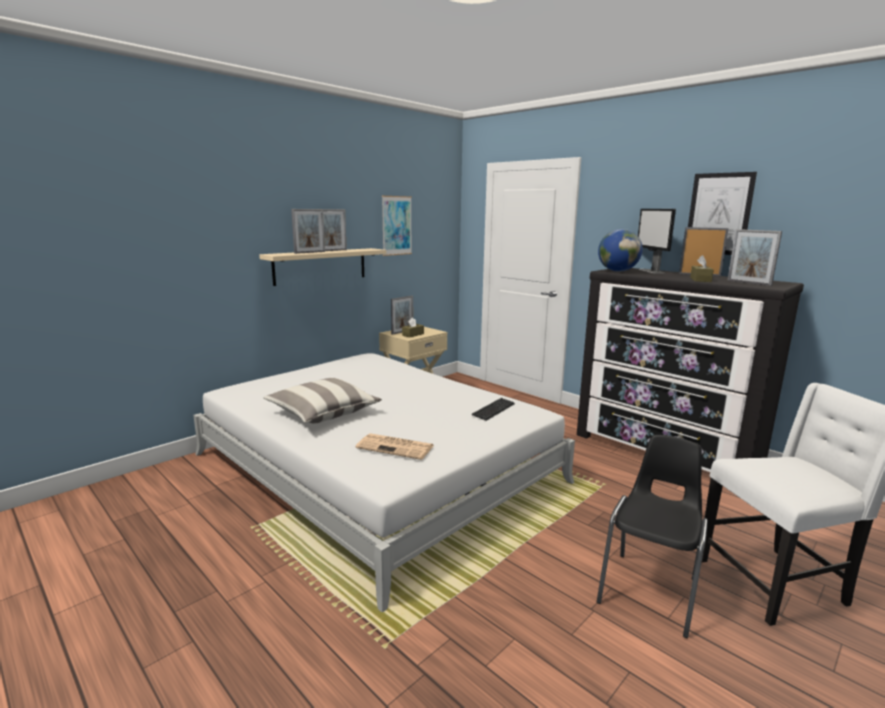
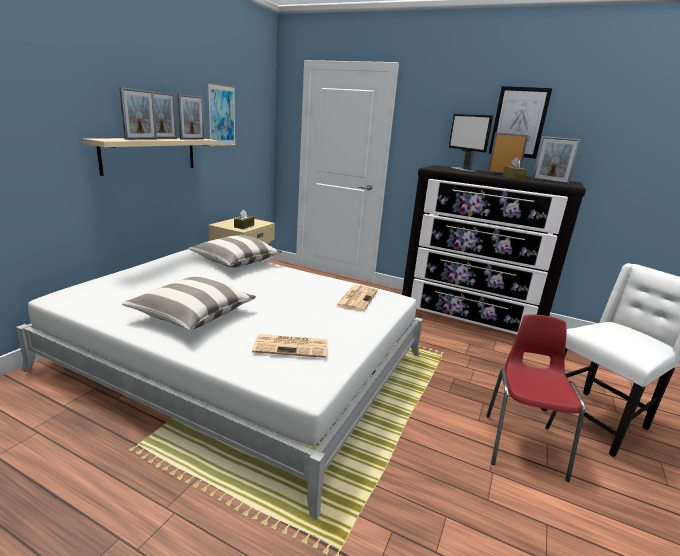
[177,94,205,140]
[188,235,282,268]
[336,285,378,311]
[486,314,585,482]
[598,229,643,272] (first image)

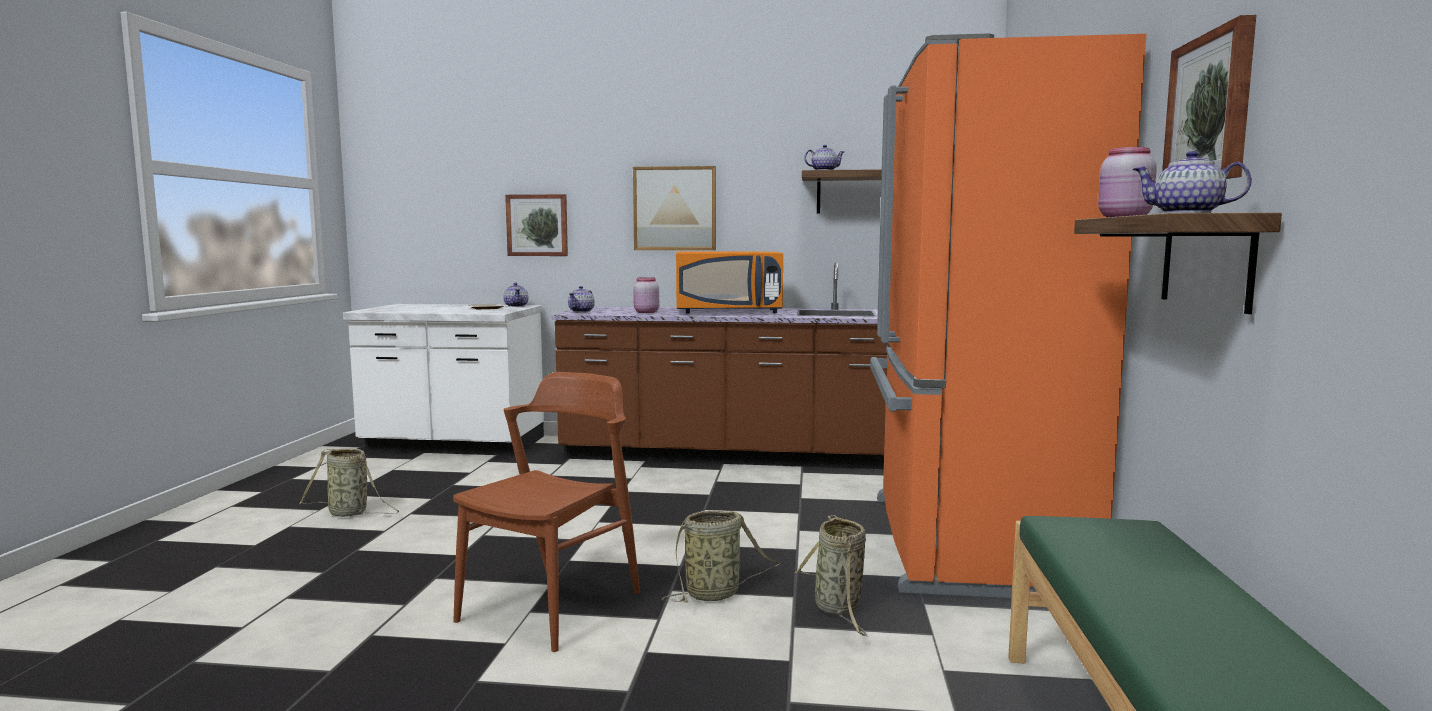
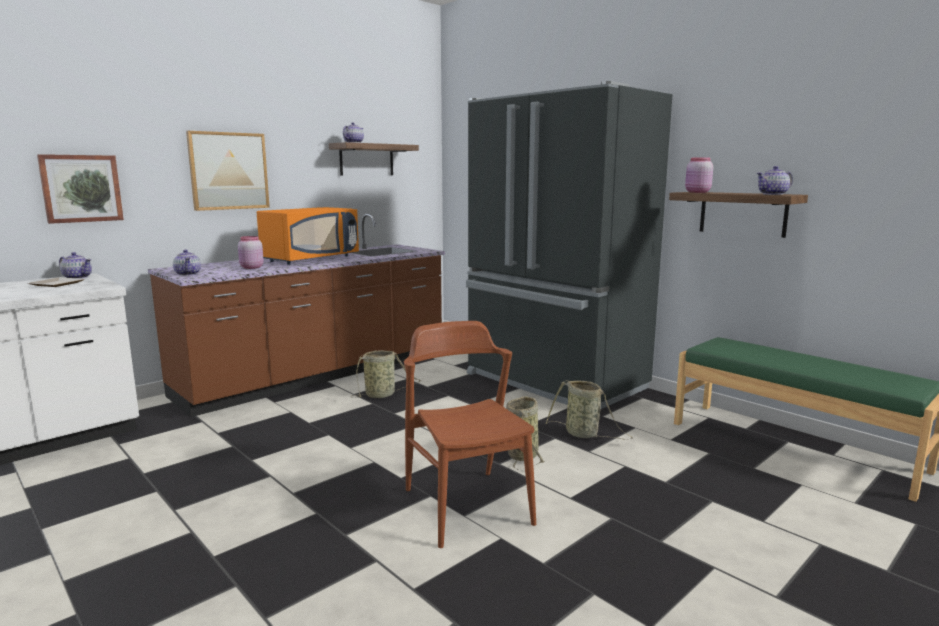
[350,350,421,398]
[466,81,673,409]
[1162,15,1256,179] (first image)

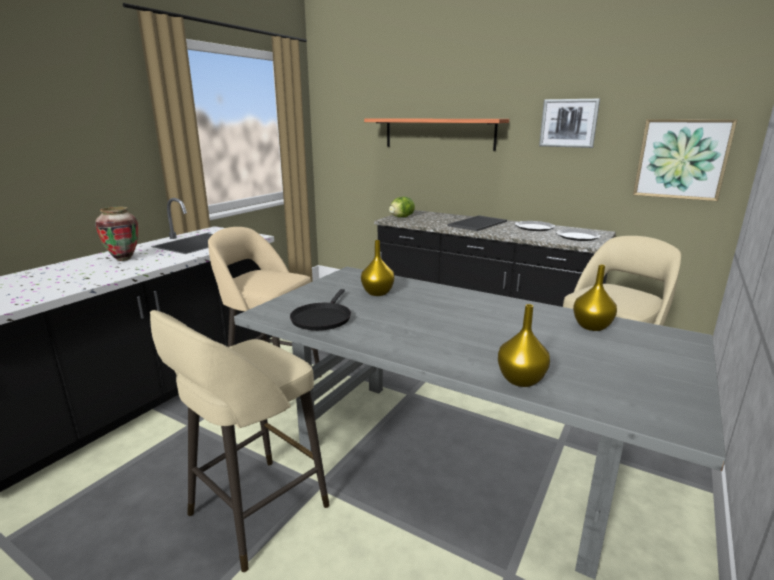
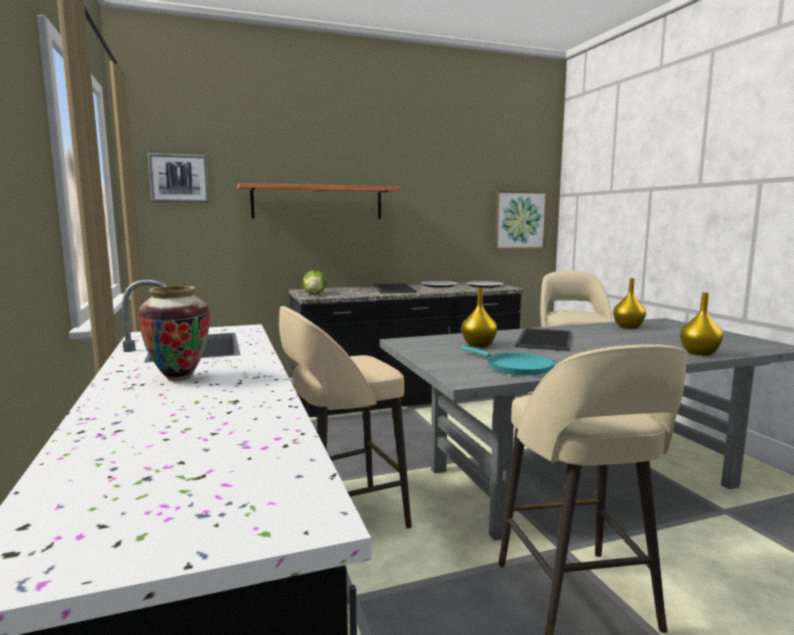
[147,153,209,203]
[461,346,555,375]
[515,328,571,351]

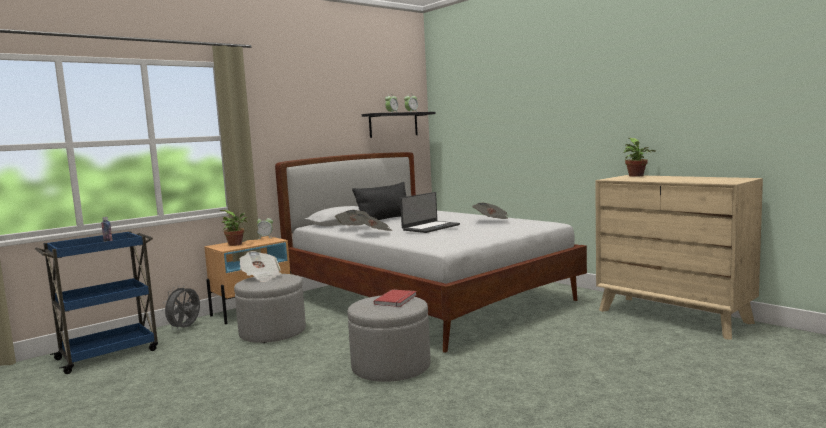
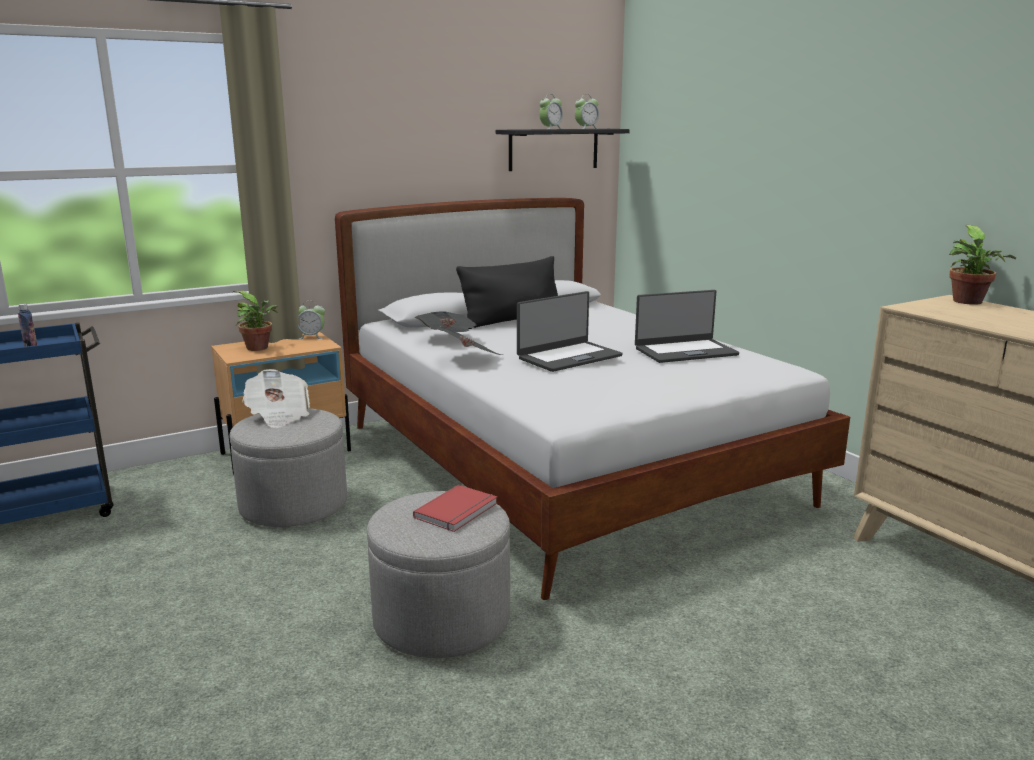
[635,290,739,363]
[161,285,200,330] (first image)

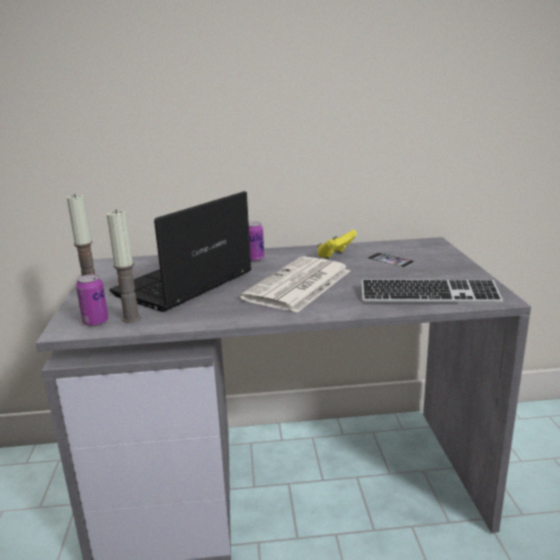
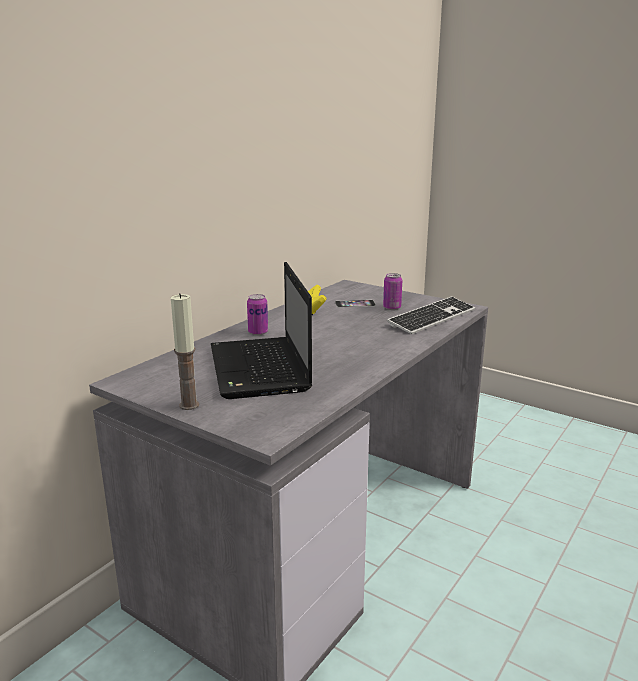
[383,273,402,310]
[107,209,141,323] (first image)
[240,257,350,313] (first image)

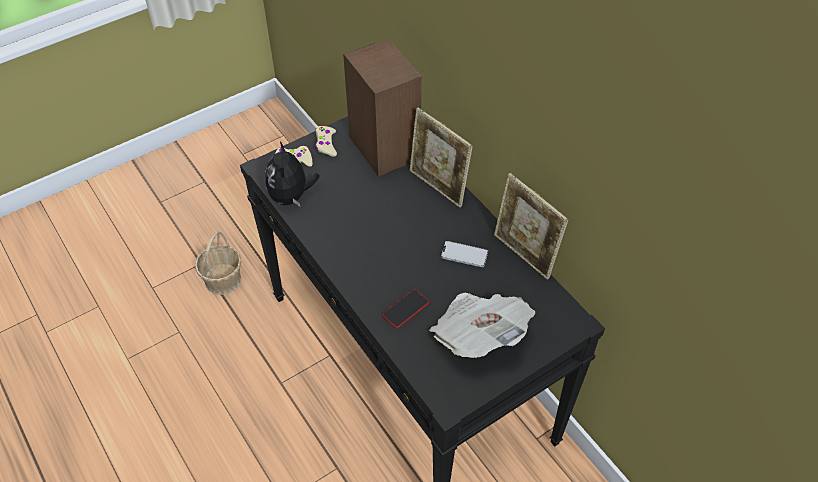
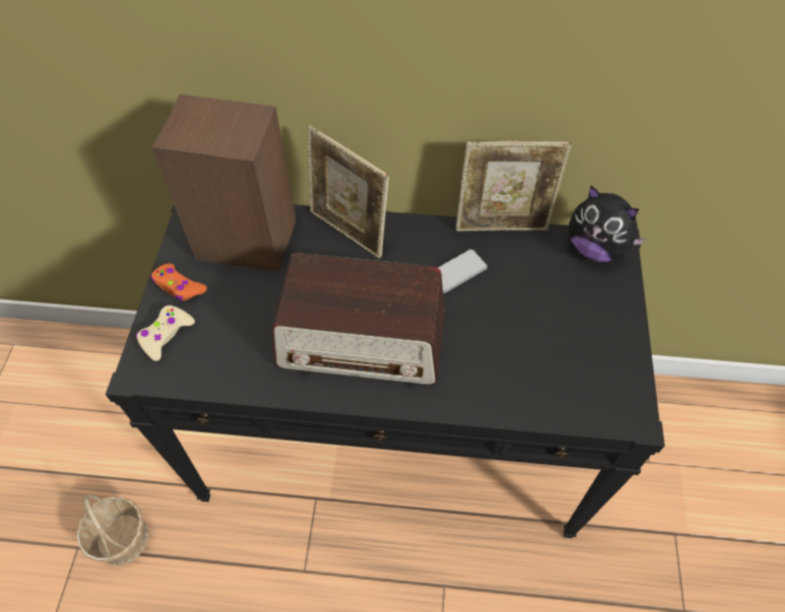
[151,263,207,301]
[272,253,444,385]
[308,125,389,259]
[569,185,646,262]
[382,289,429,328] (first image)
[429,293,535,358] (first image)

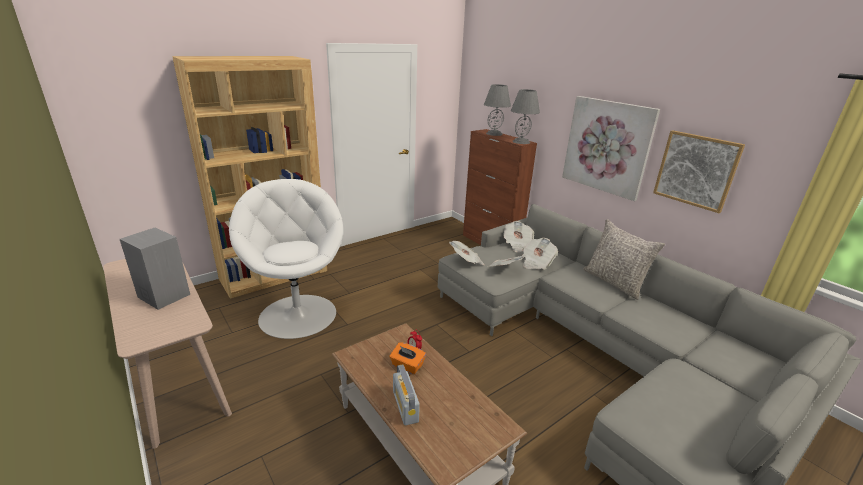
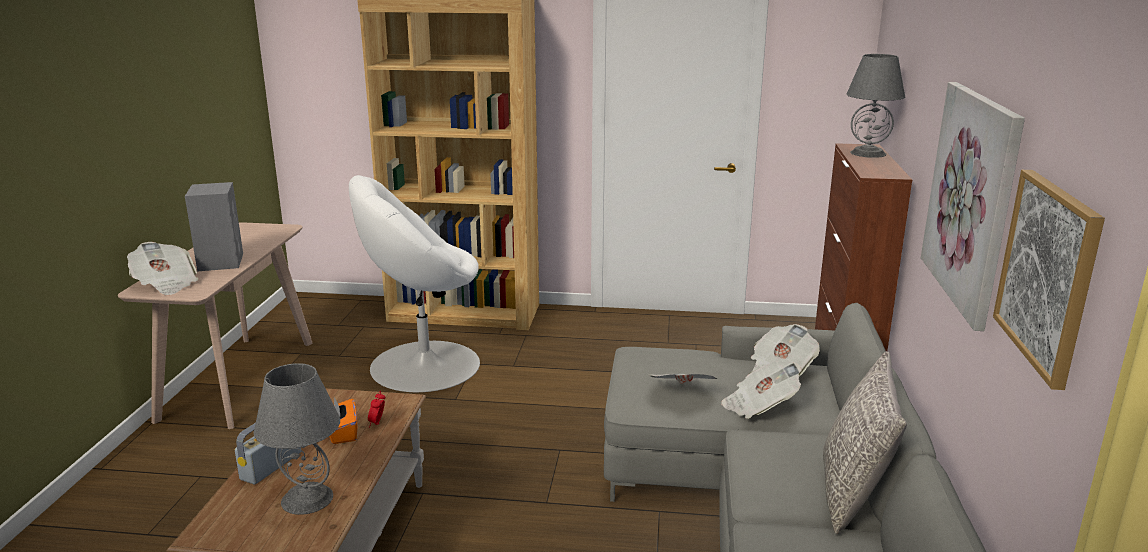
[127,242,198,295]
[254,363,340,515]
[349,175,480,392]

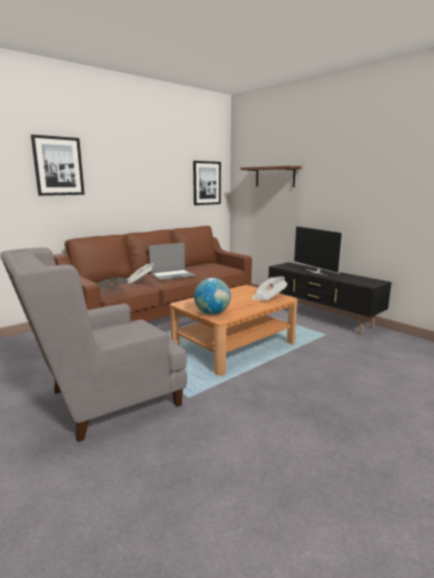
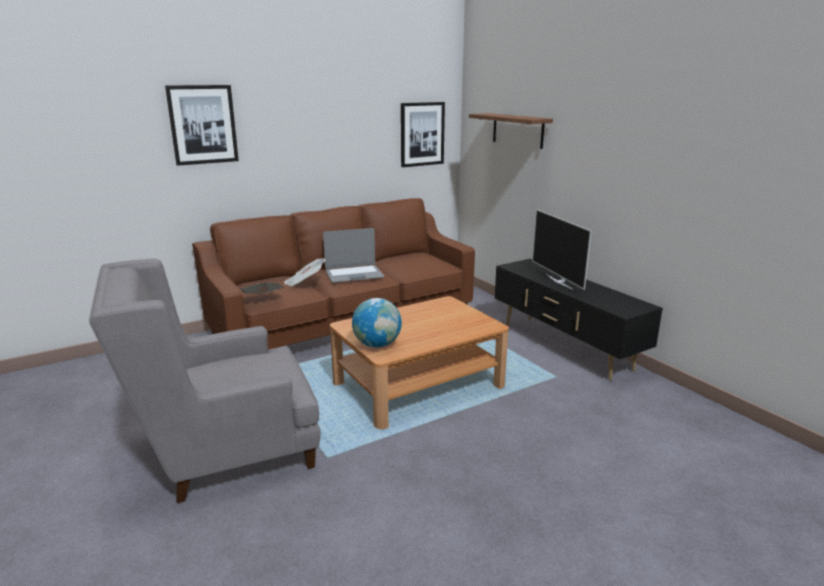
[252,276,287,301] (first image)

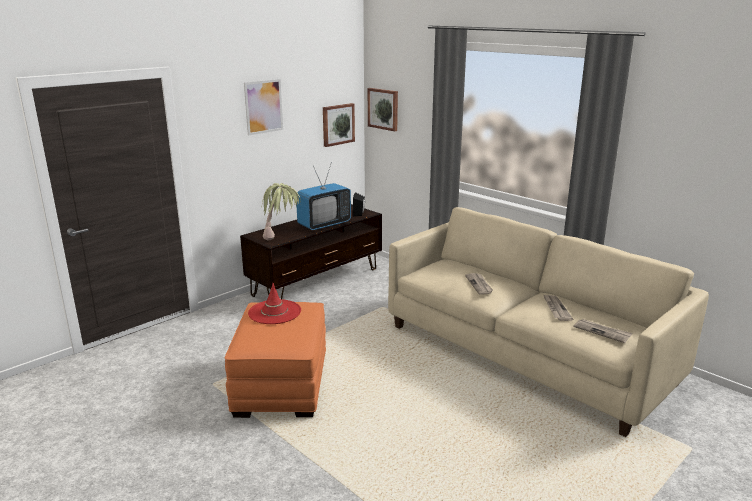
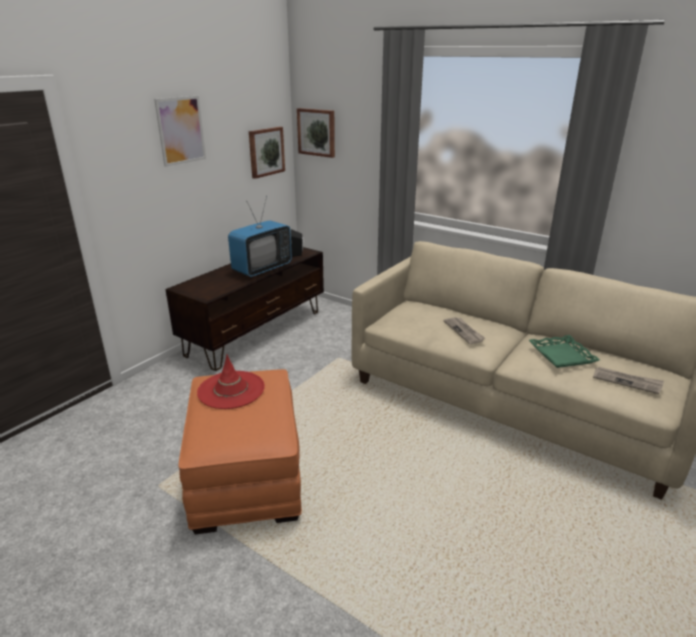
[529,335,600,368]
[261,183,301,240] (first image)

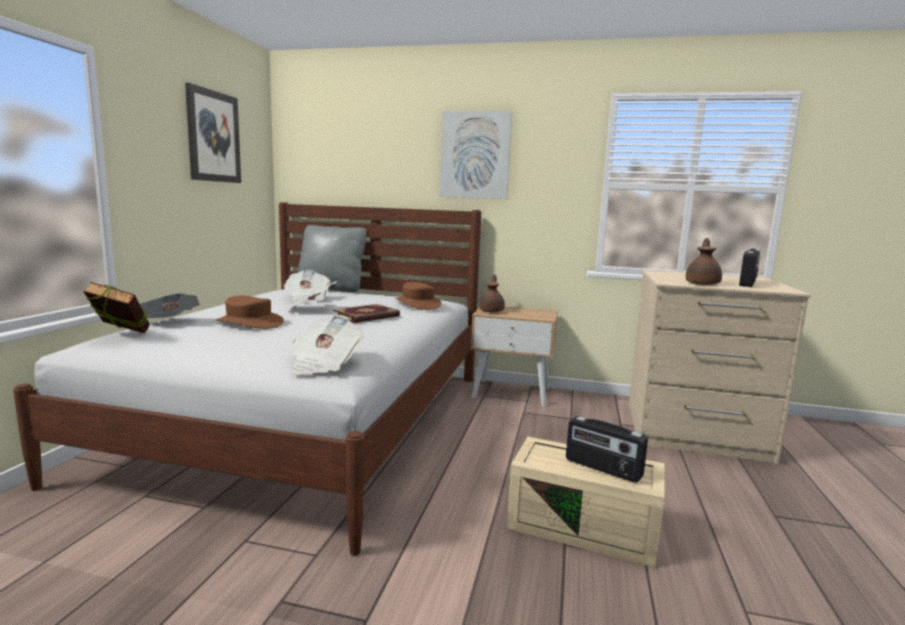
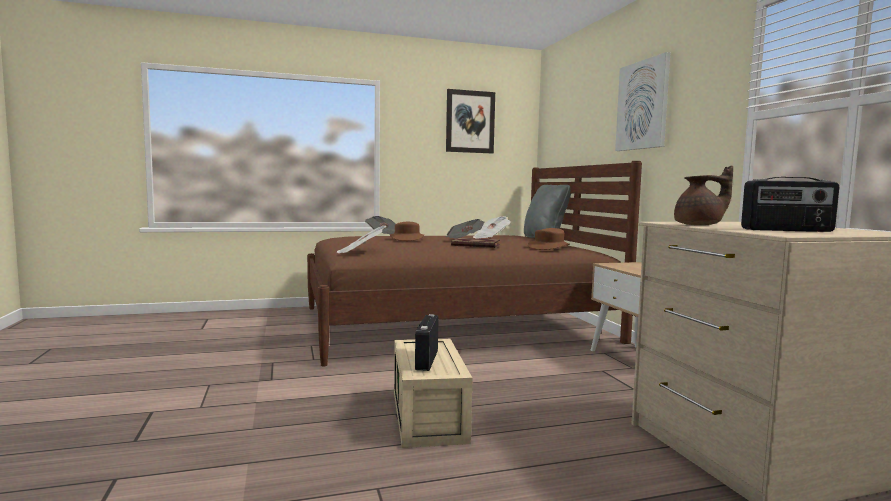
[307,161,642,367]
[83,282,150,333] (first image)
[479,275,505,312] (first image)

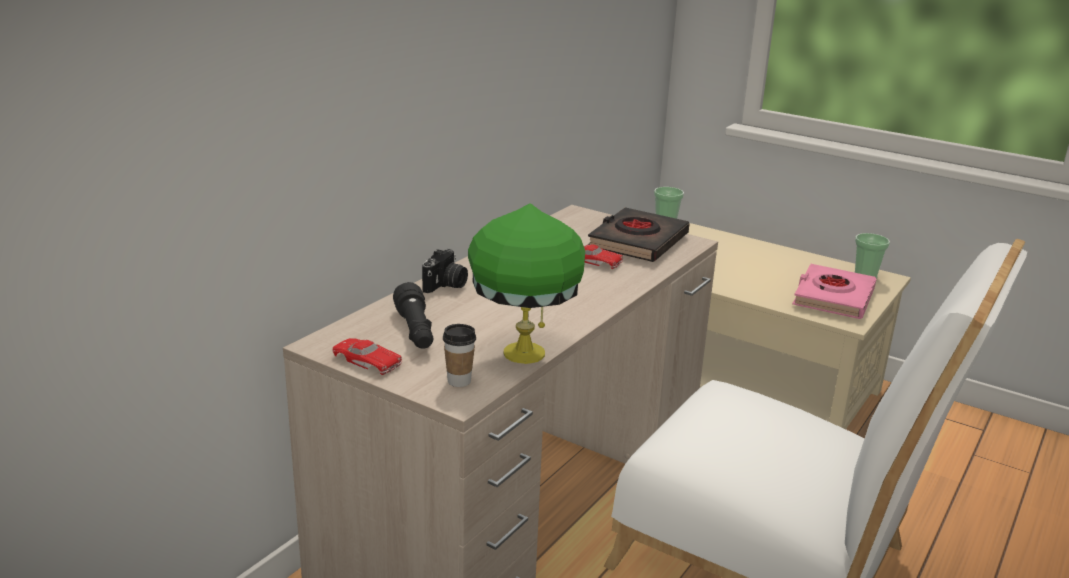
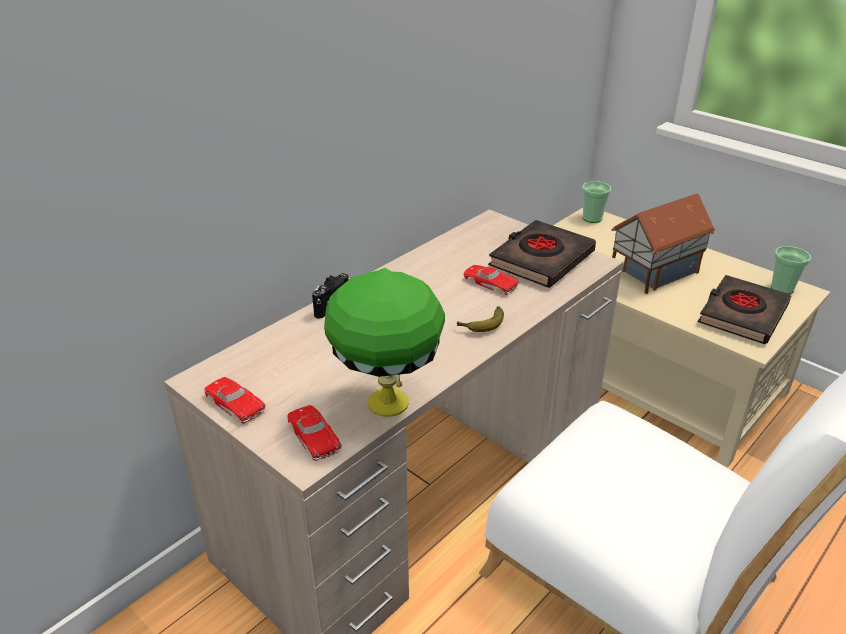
[287,405,342,461]
[456,306,504,332]
[611,194,716,294]
[698,275,791,344]
[393,282,433,349] (first image)

